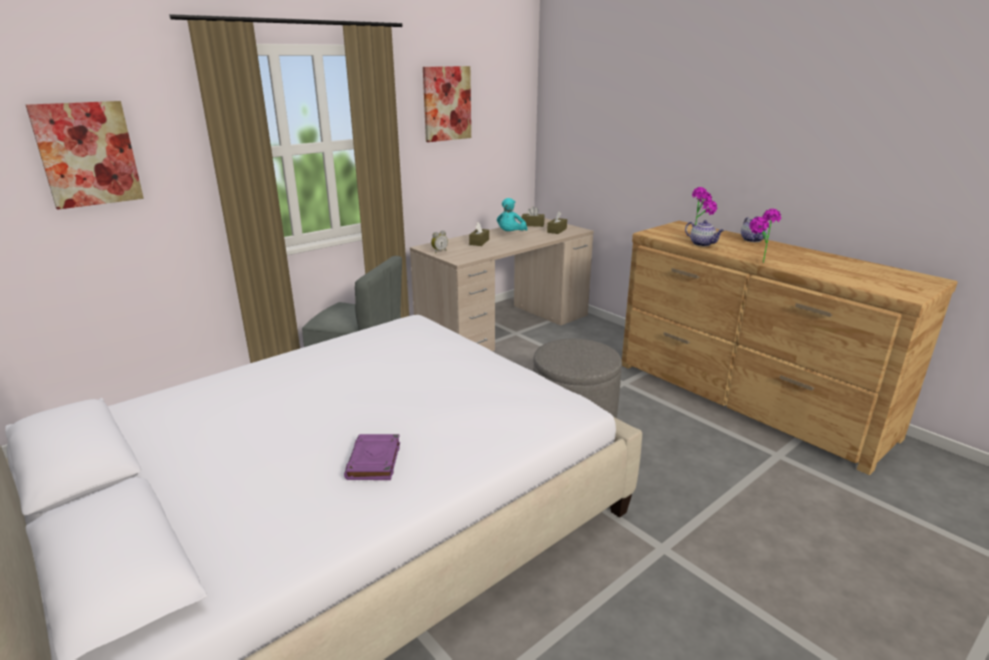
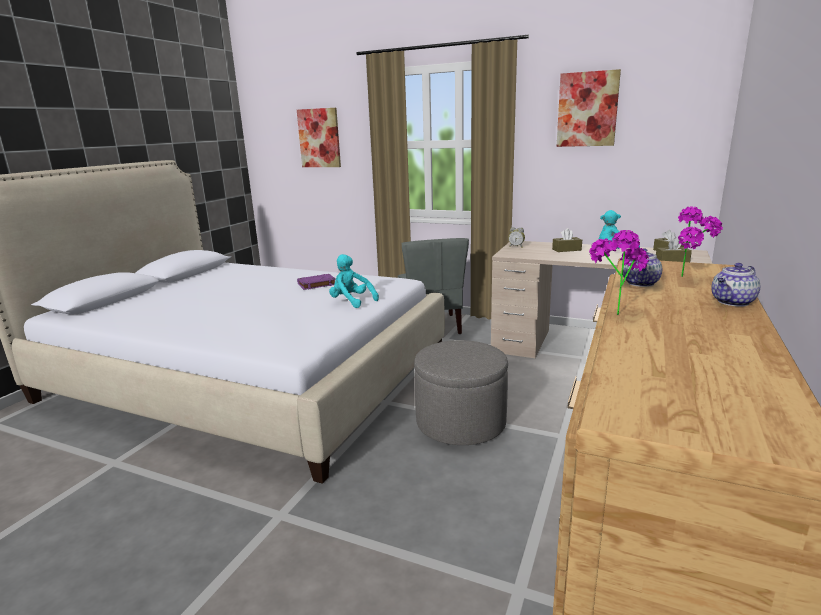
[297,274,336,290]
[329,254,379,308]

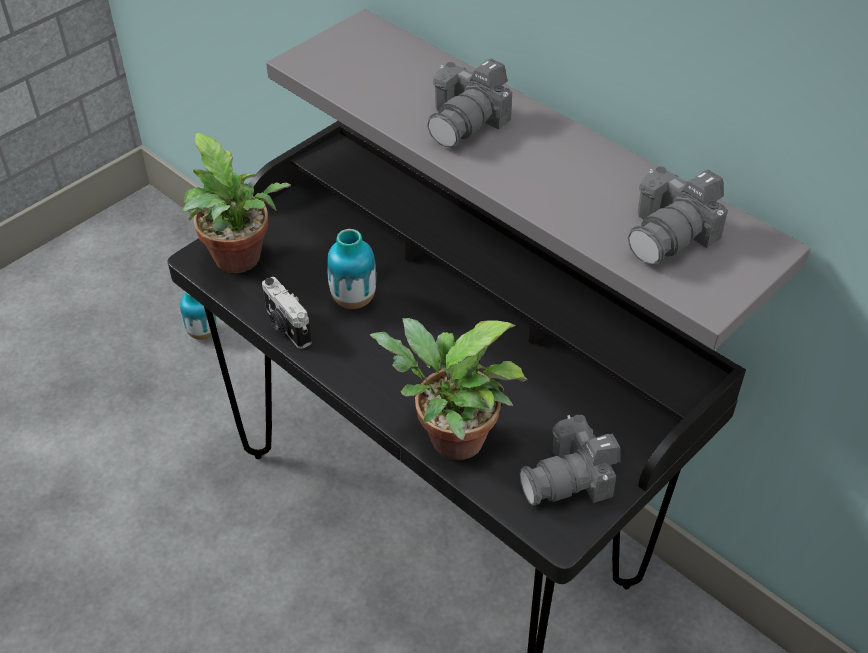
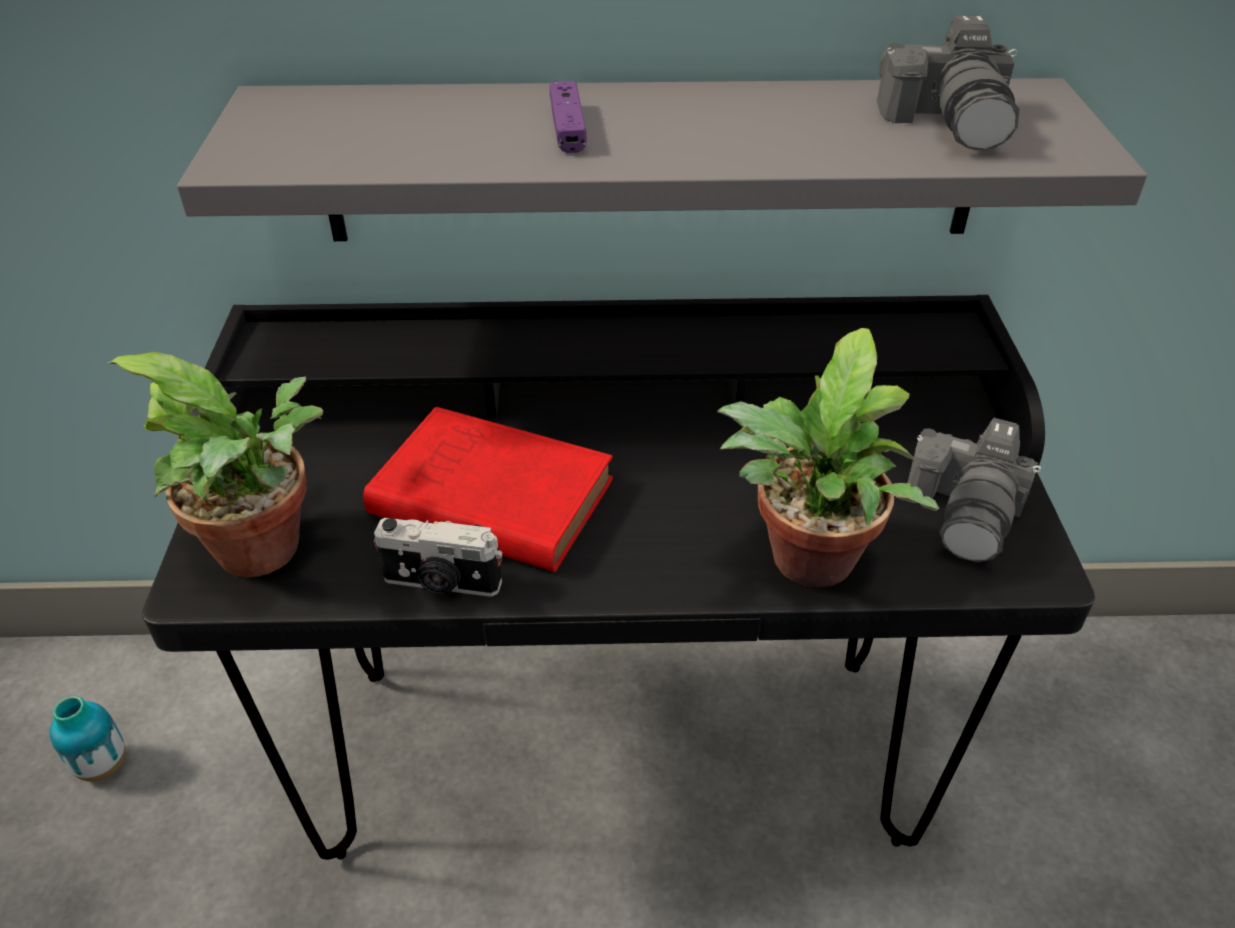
[363,407,613,572]
[550,81,587,153]

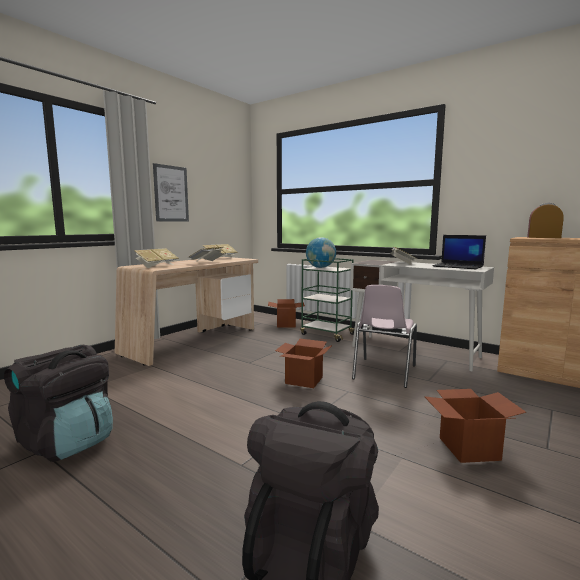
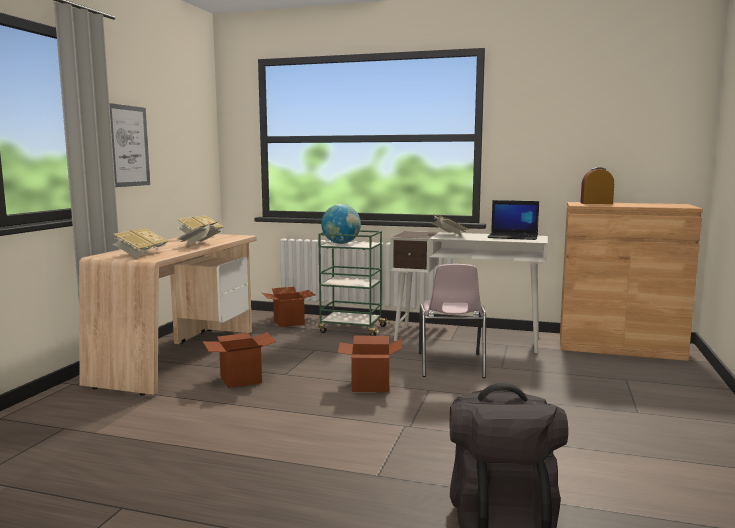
[202,332,277,388]
[4,345,113,462] (first image)

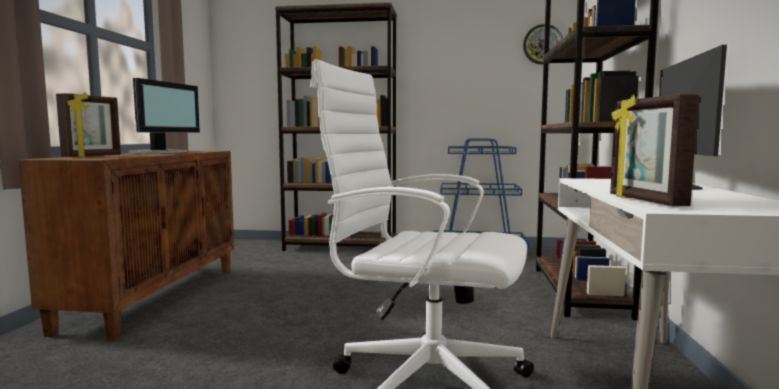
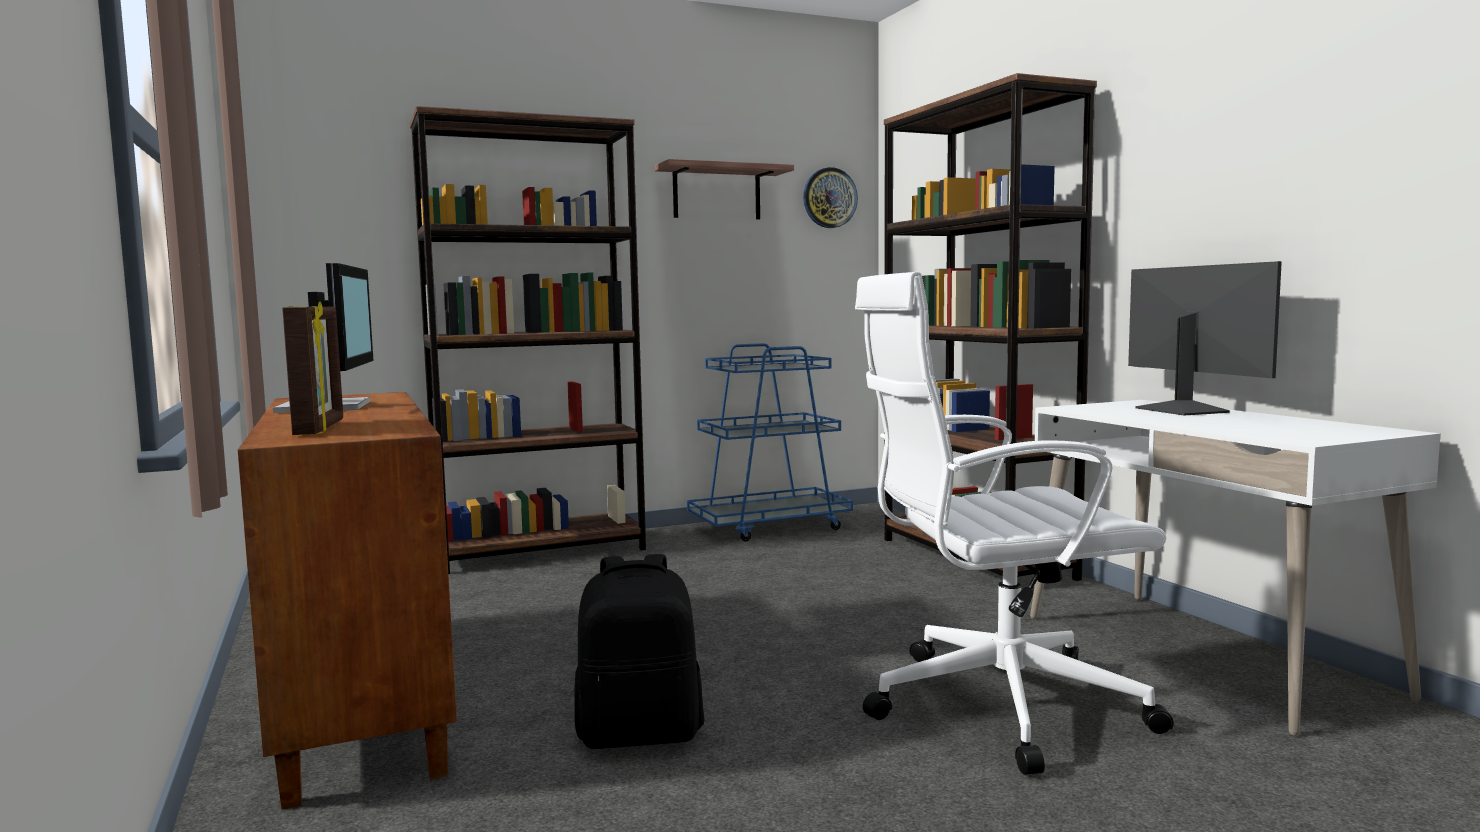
[574,554,705,749]
[654,159,794,219]
[610,94,699,206] (first image)

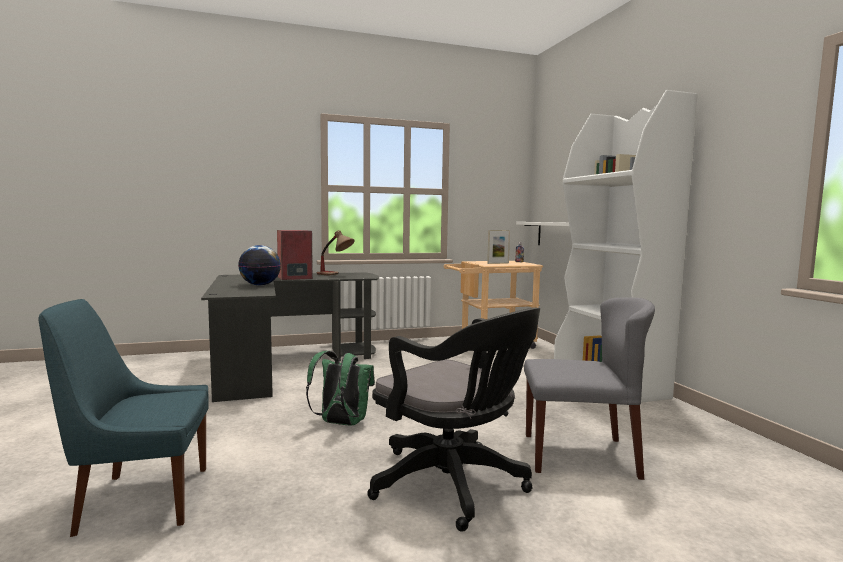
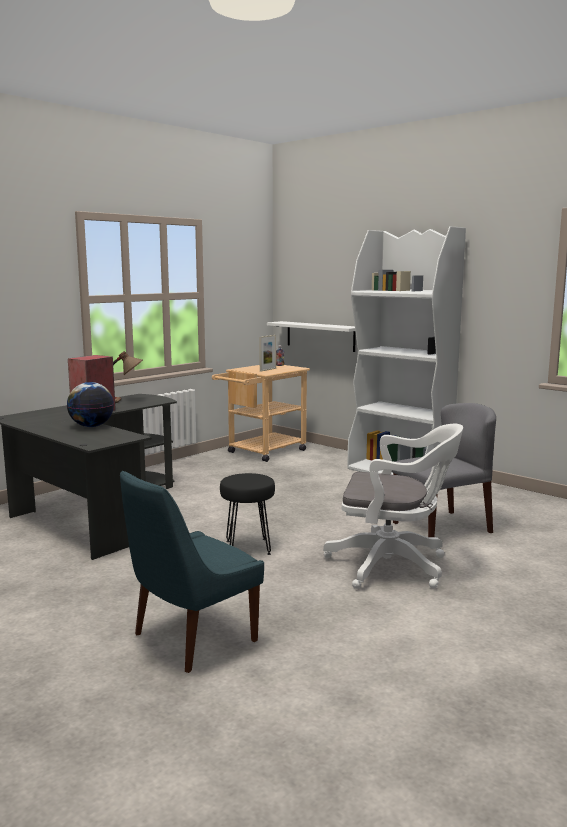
[220,473,275,555]
[323,424,463,589]

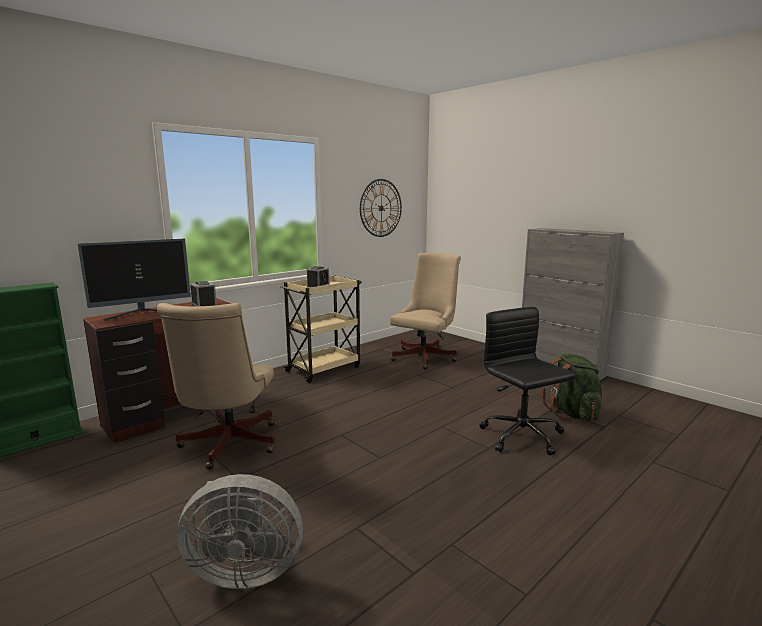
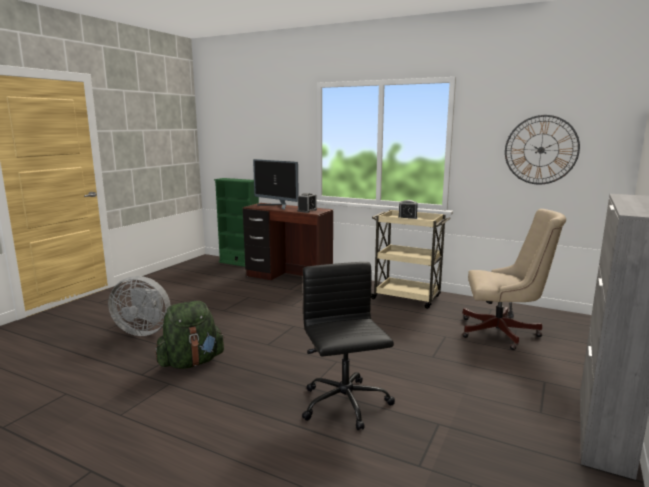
[108,276,171,336]
[155,301,225,369]
[302,262,395,430]
[157,303,275,470] (first image)

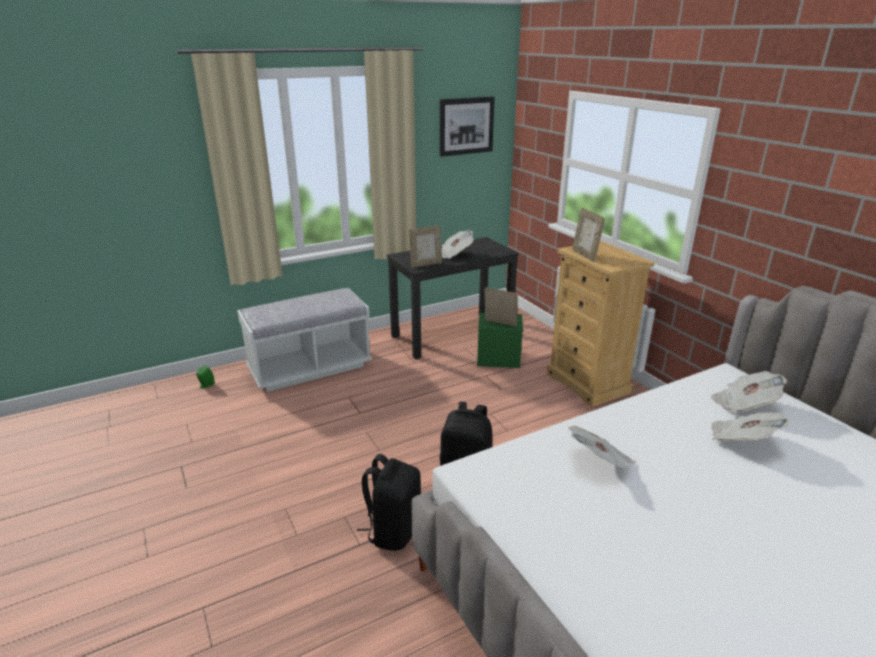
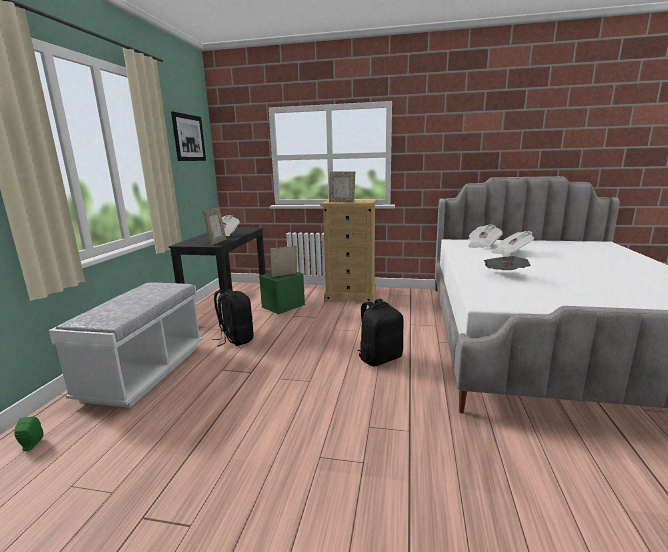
[213,289,253,347]

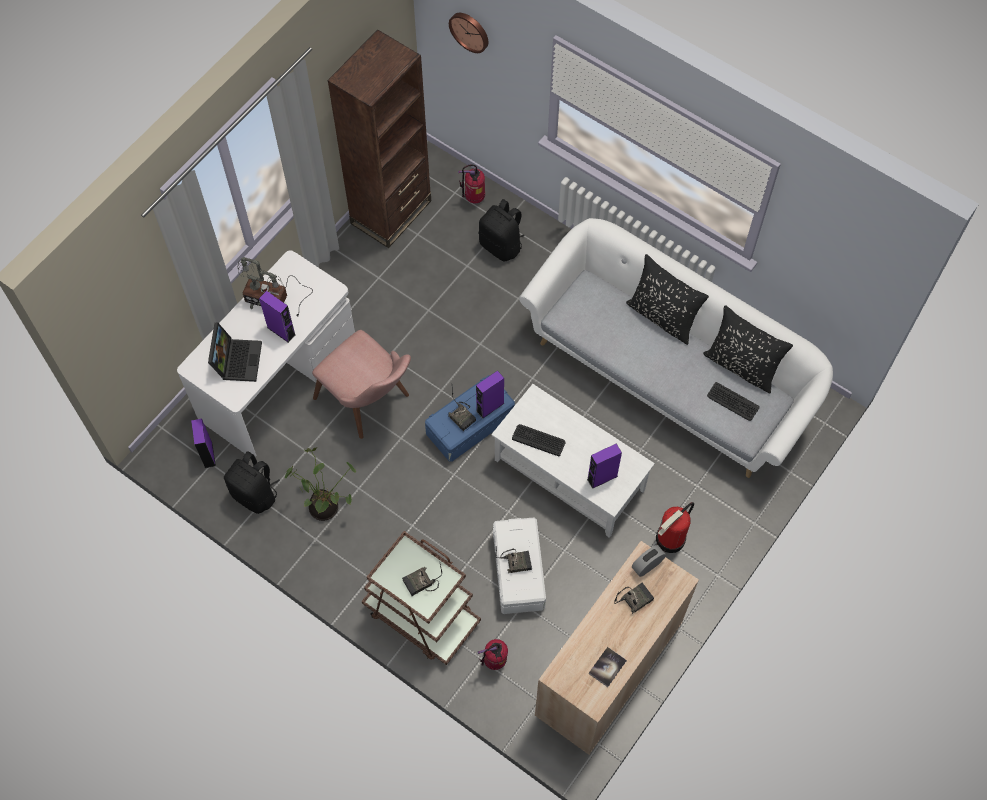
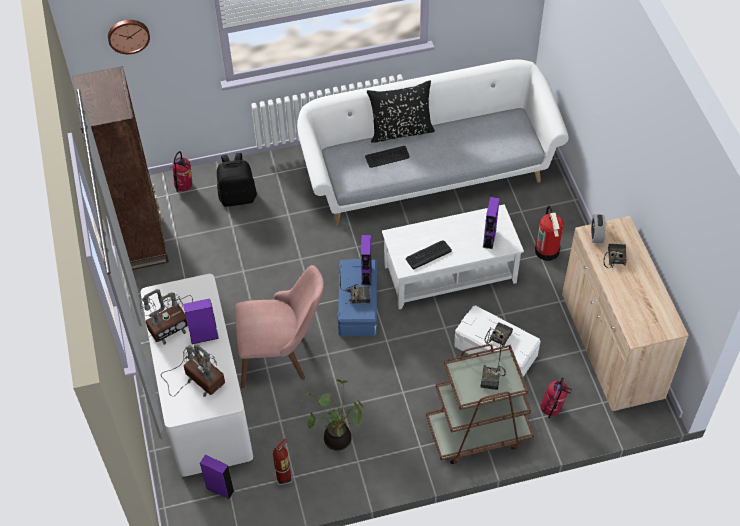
[161,344,225,397]
[273,439,293,486]
[365,146,410,168]
[588,647,627,687] (first image)
[703,305,793,394] (first image)

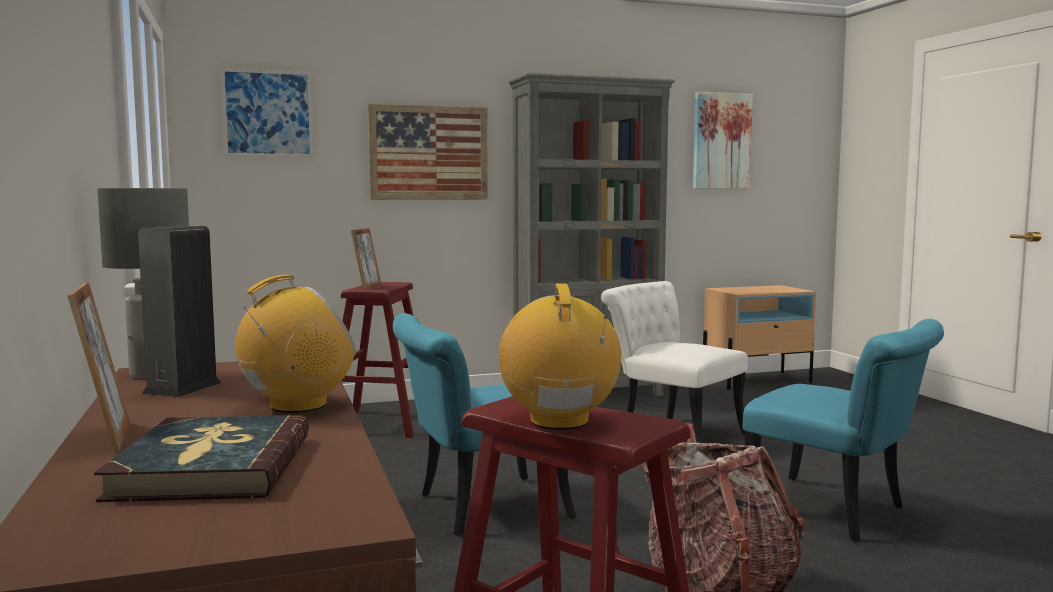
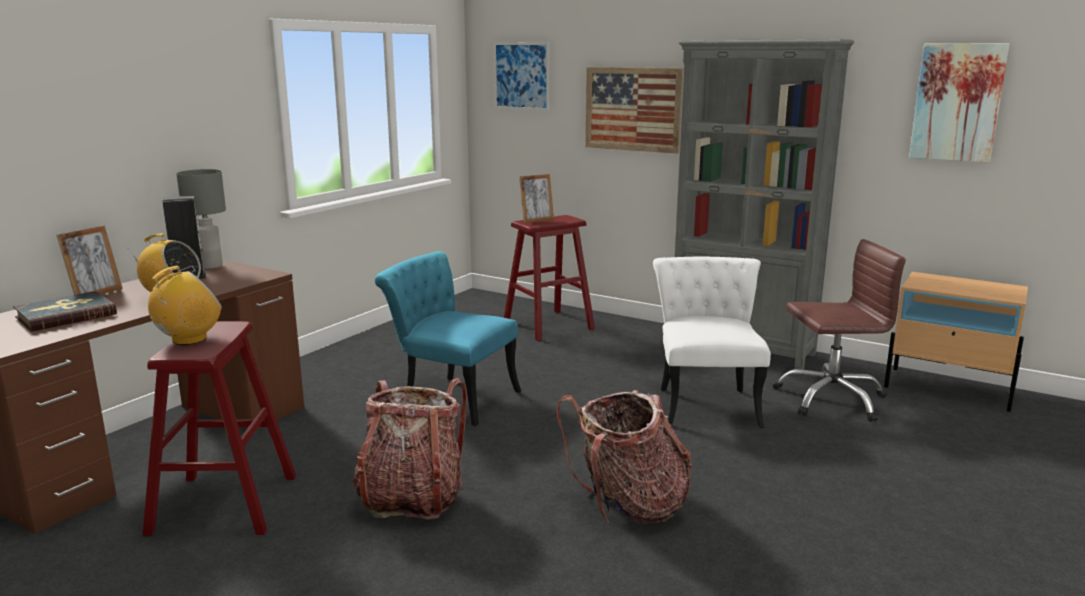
[557,390,692,524]
[773,239,906,422]

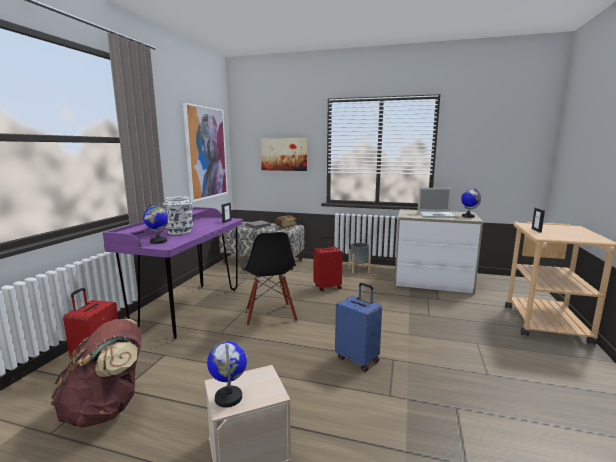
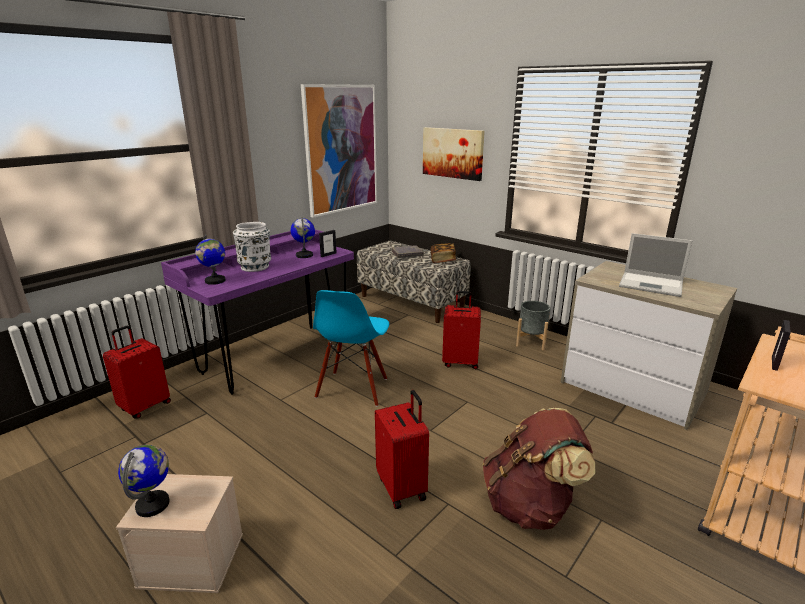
[291,217,315,258]
[313,290,389,407]
[375,390,429,509]
[483,408,596,530]

